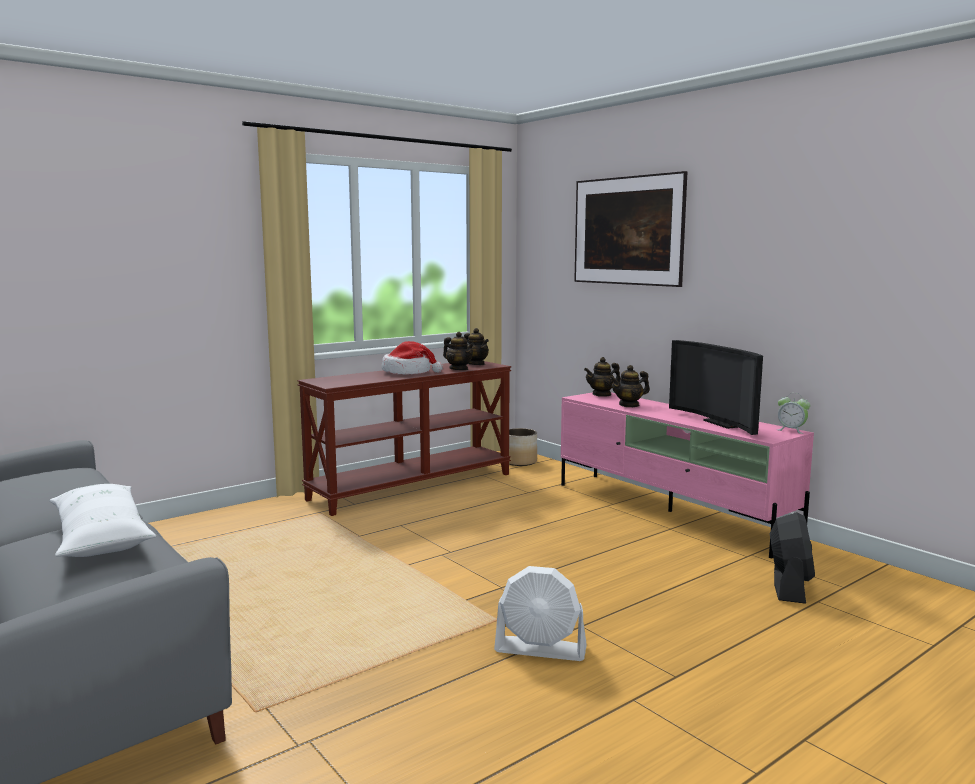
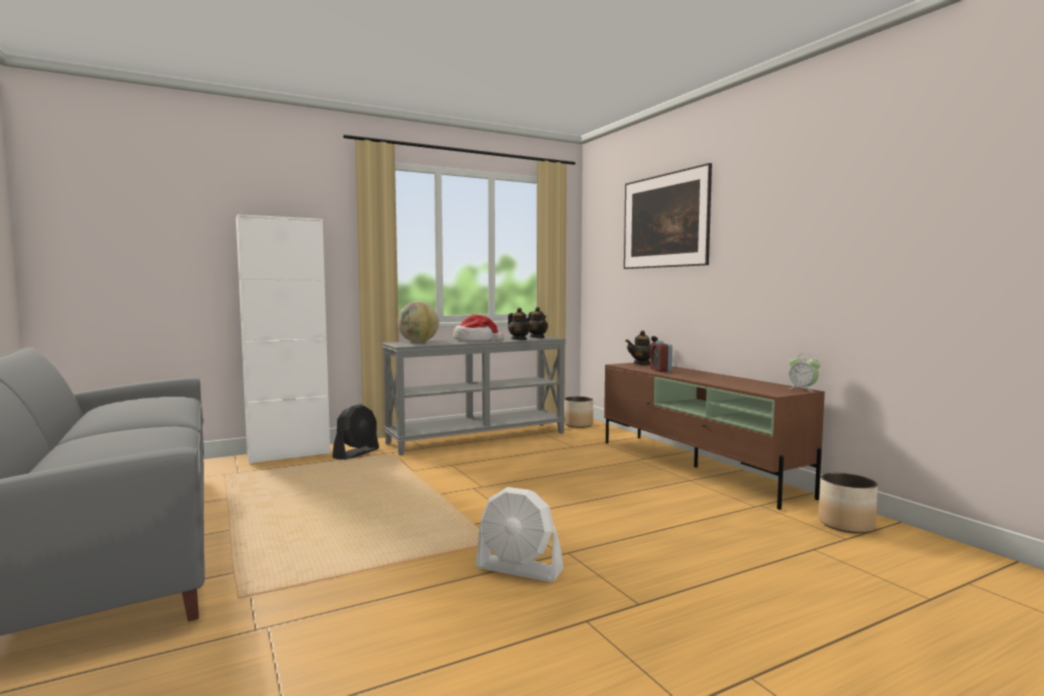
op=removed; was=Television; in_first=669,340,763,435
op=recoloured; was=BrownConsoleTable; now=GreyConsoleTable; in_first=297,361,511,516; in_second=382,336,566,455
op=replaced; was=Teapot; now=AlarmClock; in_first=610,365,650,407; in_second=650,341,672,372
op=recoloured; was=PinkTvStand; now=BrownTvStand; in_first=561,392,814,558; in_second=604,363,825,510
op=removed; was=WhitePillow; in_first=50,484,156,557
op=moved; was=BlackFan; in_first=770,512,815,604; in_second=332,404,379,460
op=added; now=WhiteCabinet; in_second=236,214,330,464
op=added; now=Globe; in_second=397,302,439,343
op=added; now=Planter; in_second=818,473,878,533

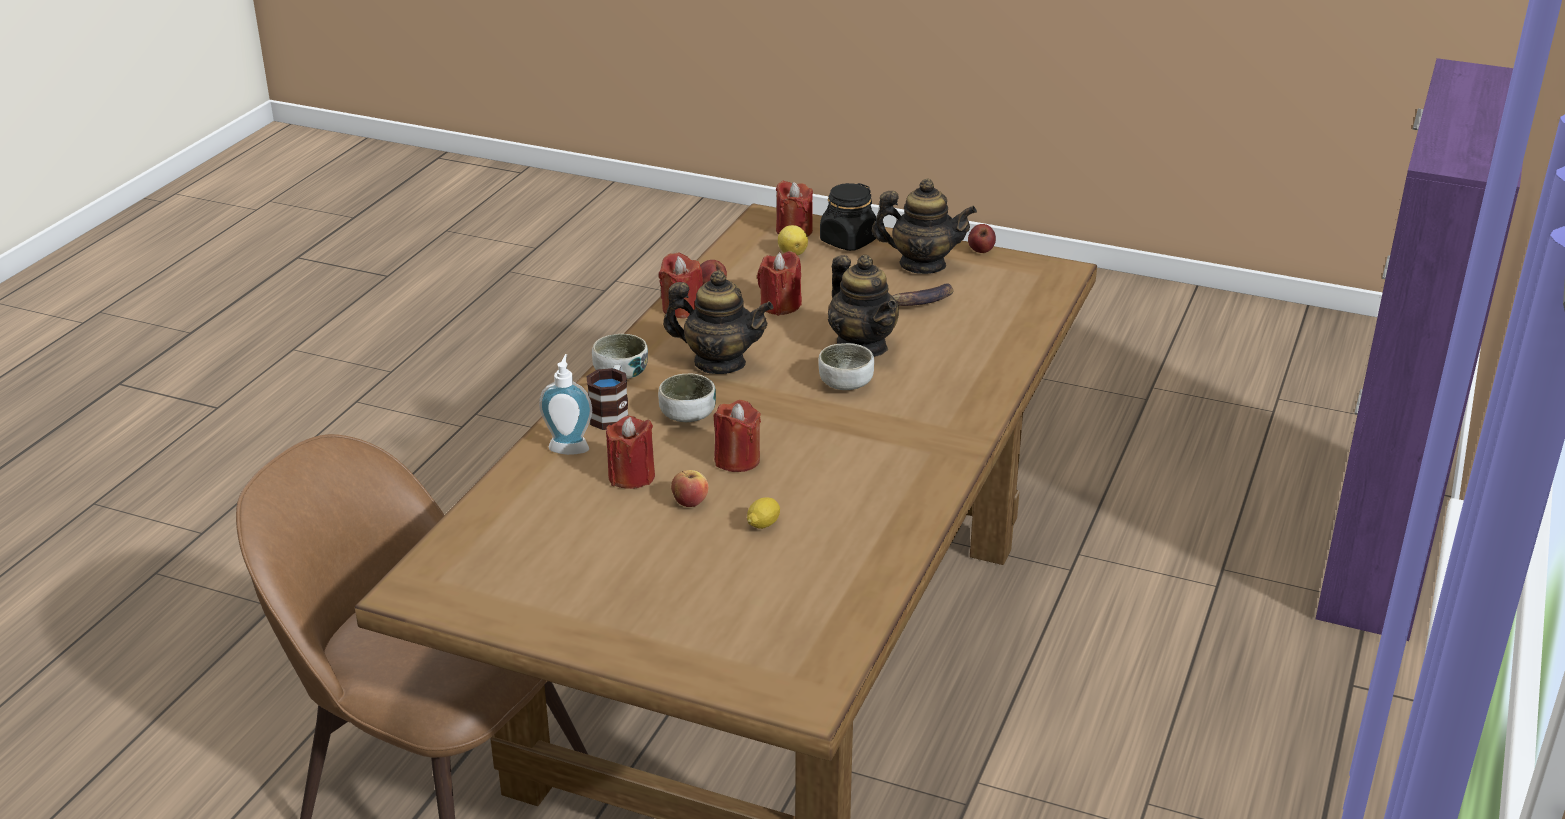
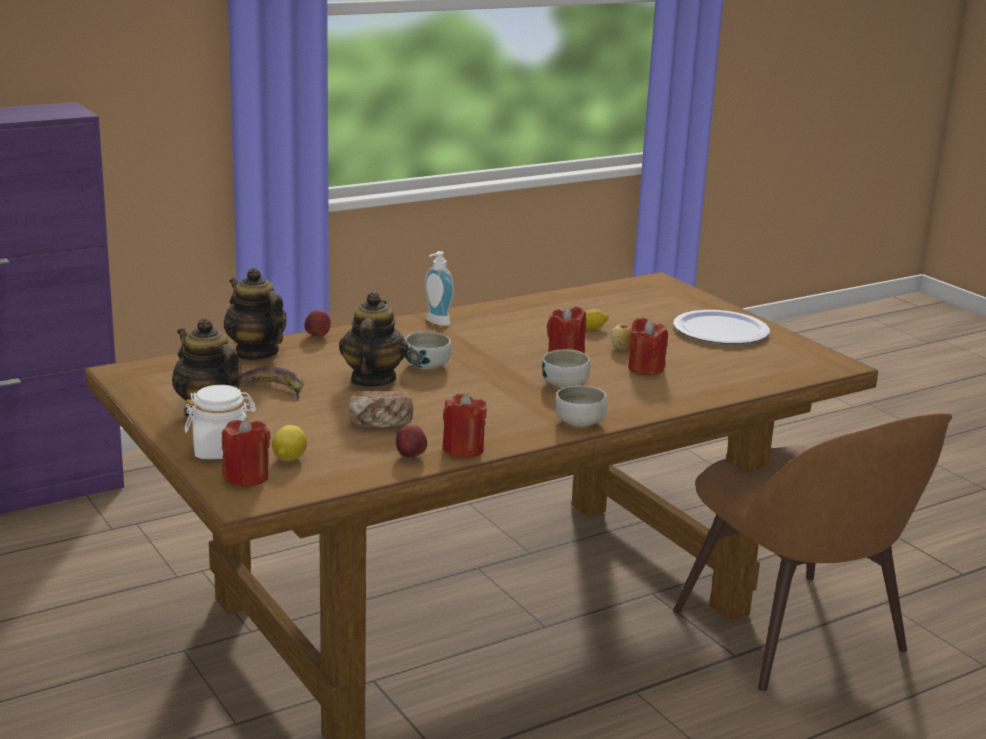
op=recoloured; was=BlackJar; now=WhiteJar; in_first=820,183,877,251; in_second=185,385,256,459
op=moved; was=Apple; in_first=968,224,996,253; in_second=304,310,331,337
op=replaced; was=RedCandle; now=Bread; in_first=757,251,802,316; in_second=349,391,413,427
op=moved; was=Teapot; in_first=663,270,774,374; in_second=224,267,287,360
op=moved; was=SoapDispenser; in_first=539,354,592,455; in_second=425,251,454,326
op=removed; was=Mug; in_first=586,364,628,430
op=added; now=Plate; in_second=673,310,770,344

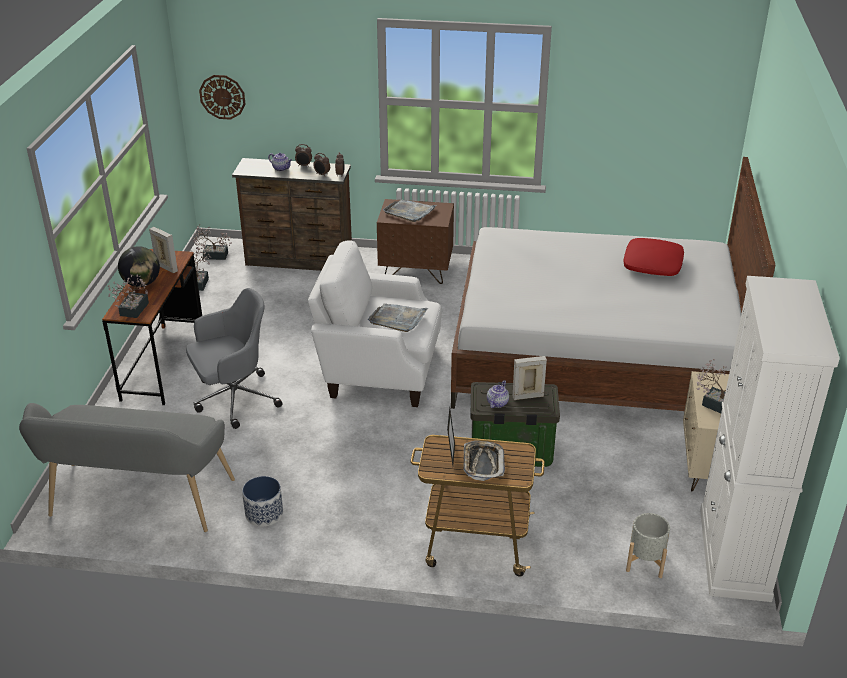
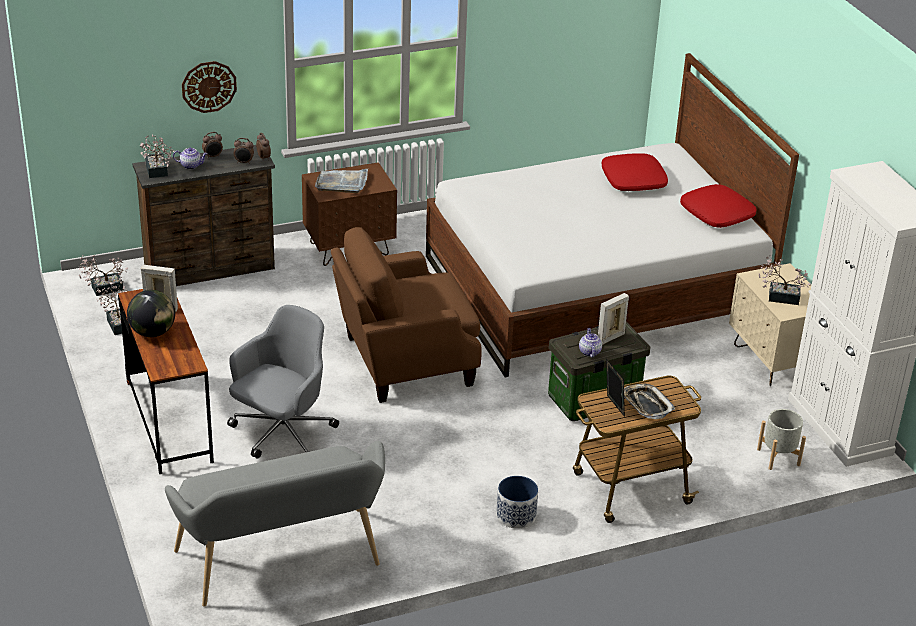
op=moved; was=WallClock; in_first=199,75,245,120; in_second=182,61,237,113
op=recoloured; was=WhiteArmchair; now=BrownArmchair; in_first=308,240,442,407; in_second=331,227,482,403
op=moved; was=PottedPlant; in_first=108,274,149,318; in_second=140,135,175,178
op=removed; was=GreyTray; in_first=368,303,428,332
op=moved; was=Planter; in_first=242,476,283,527; in_second=496,476,538,529
op=added; now=RedPillow; in_second=680,184,757,228

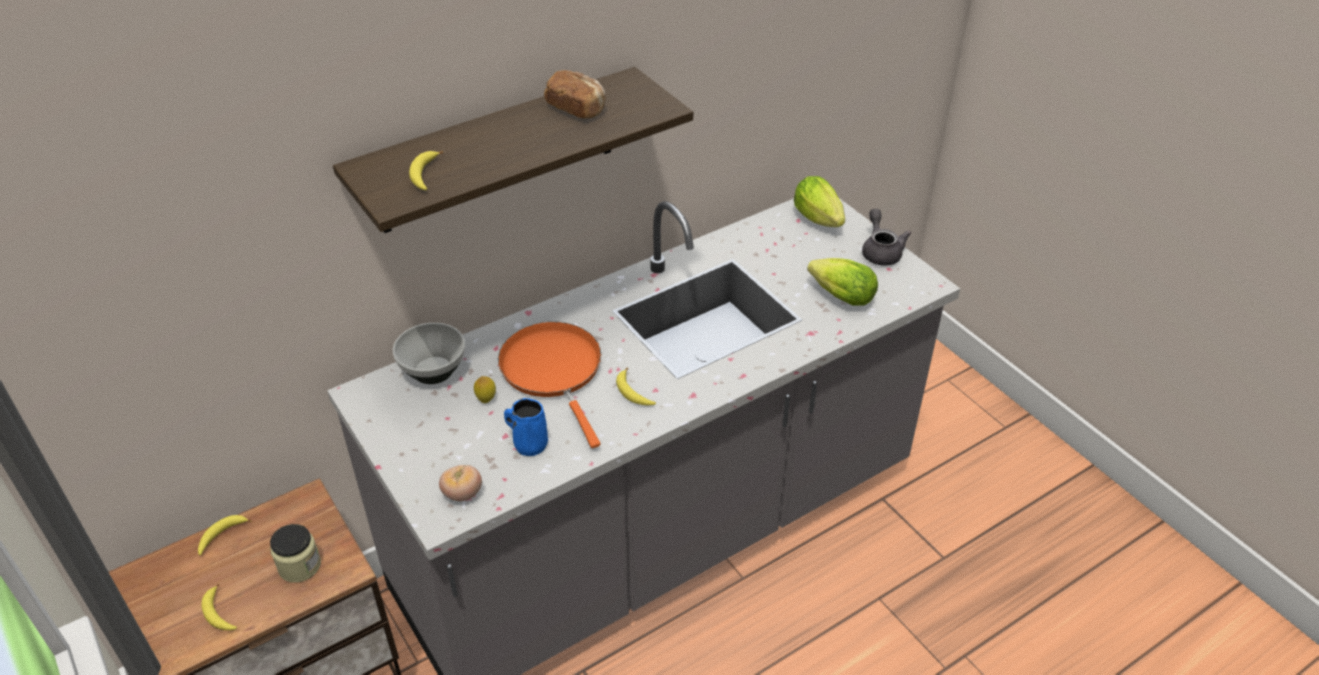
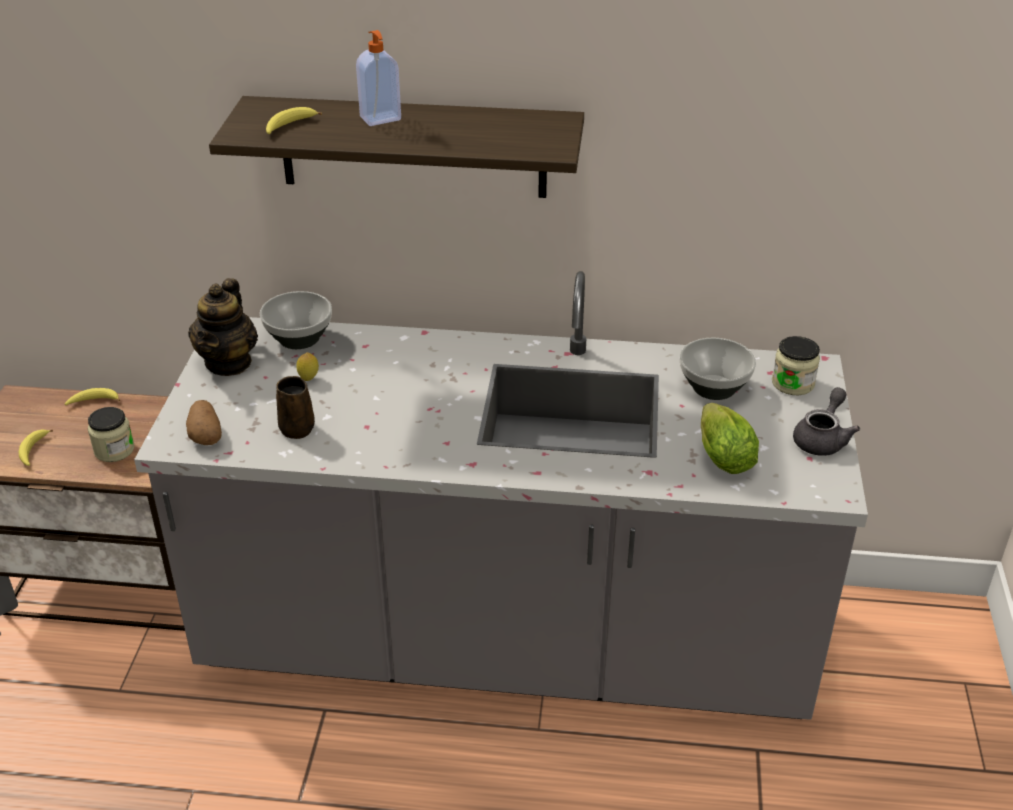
op=removed; was=Bread; in_first=544,70,606,119
op=replaced; was=Lettuce; now=Jar; in_first=794,176,845,227; in_second=772,336,820,395
op=removed; was=OrangeFryingPan; in_first=498,322,601,448
op=removed; was=Banana; in_first=616,368,656,406
op=recoloured; was=BlueMug; now=BrownMug; in_first=504,398,548,456; in_second=276,376,315,439
op=replaced; was=Tomato; now=Potato; in_first=439,465,482,501; in_second=186,400,222,445
op=added; now=SoapDispenser; in_second=356,30,401,126
op=added; now=Teapot; in_second=188,278,258,376
op=added; now=Bowl; in_second=680,338,756,400

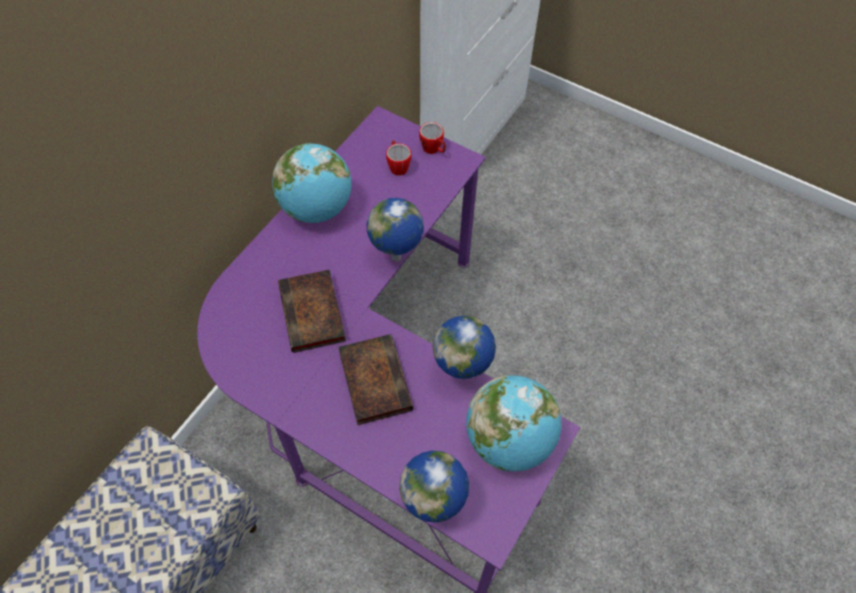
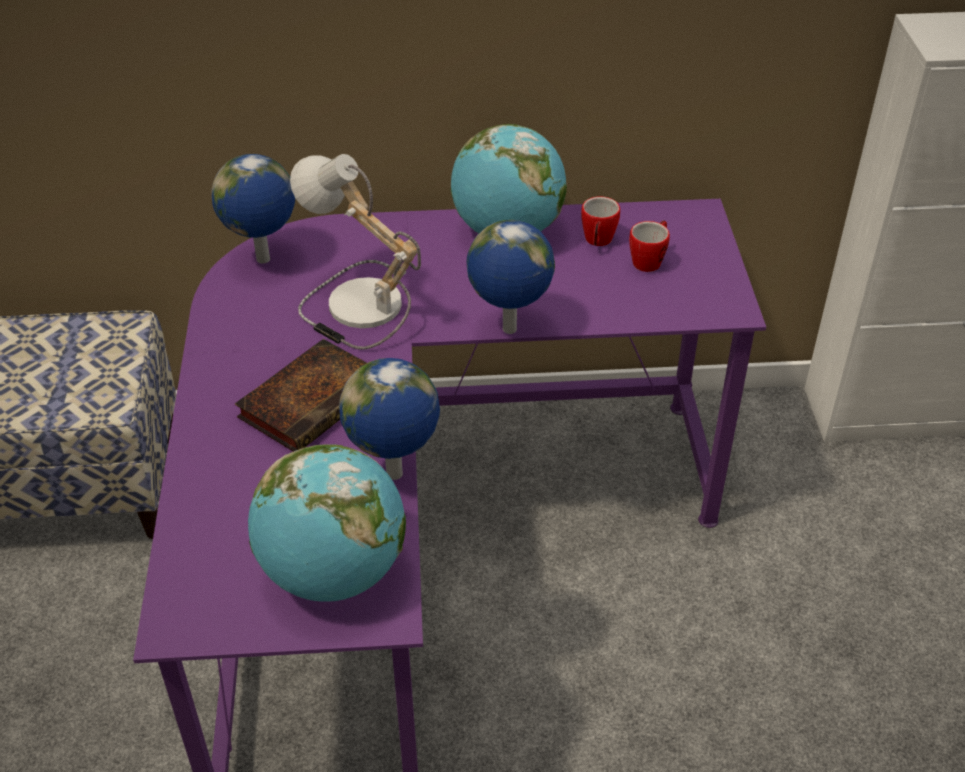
op=moved; was=Mug; in_first=419,122,446,154; in_second=581,196,620,246
op=replaced; was=Book; now=TableLamp; in_first=278,270,346,353; in_second=290,154,421,350
op=moved; was=Globe; in_first=399,451,469,523; in_second=211,154,295,264

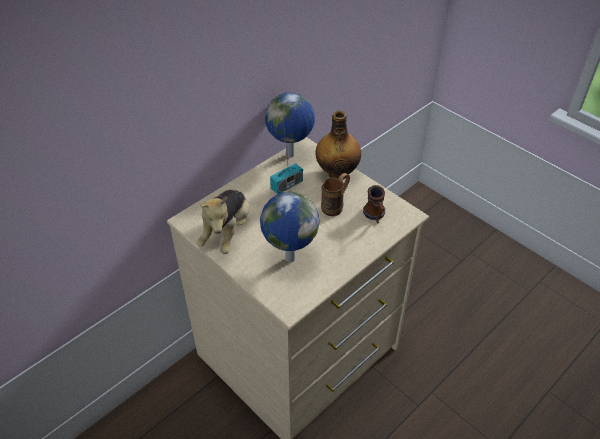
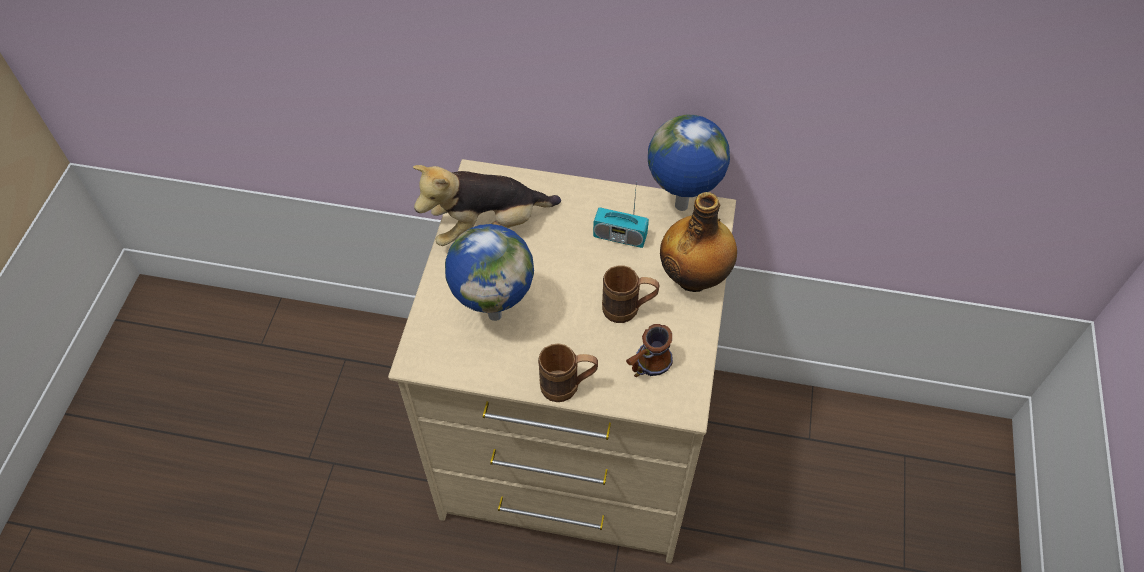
op=added; now=BrownMug; in_second=538,343,598,402

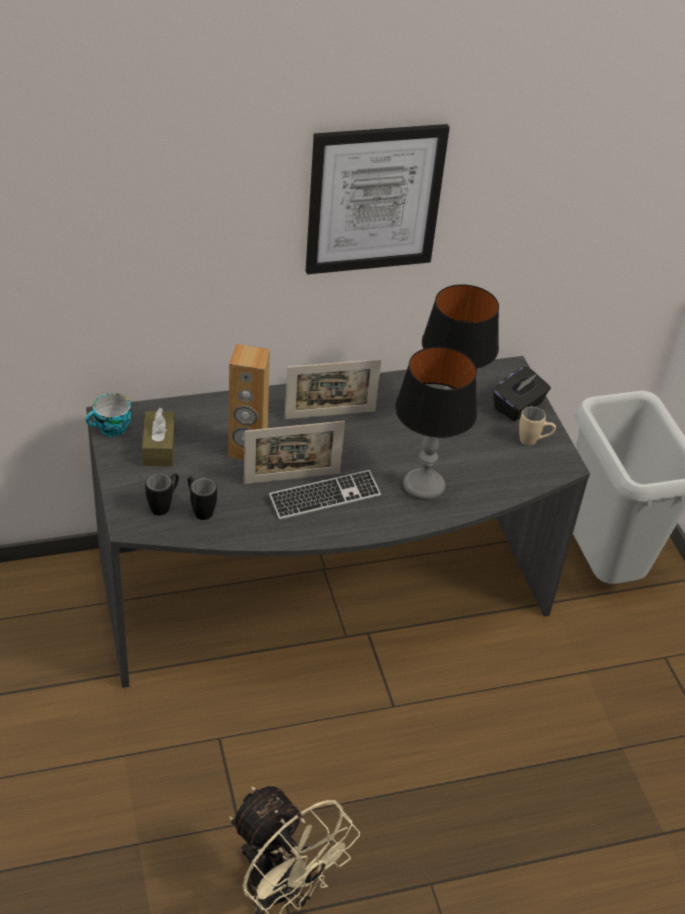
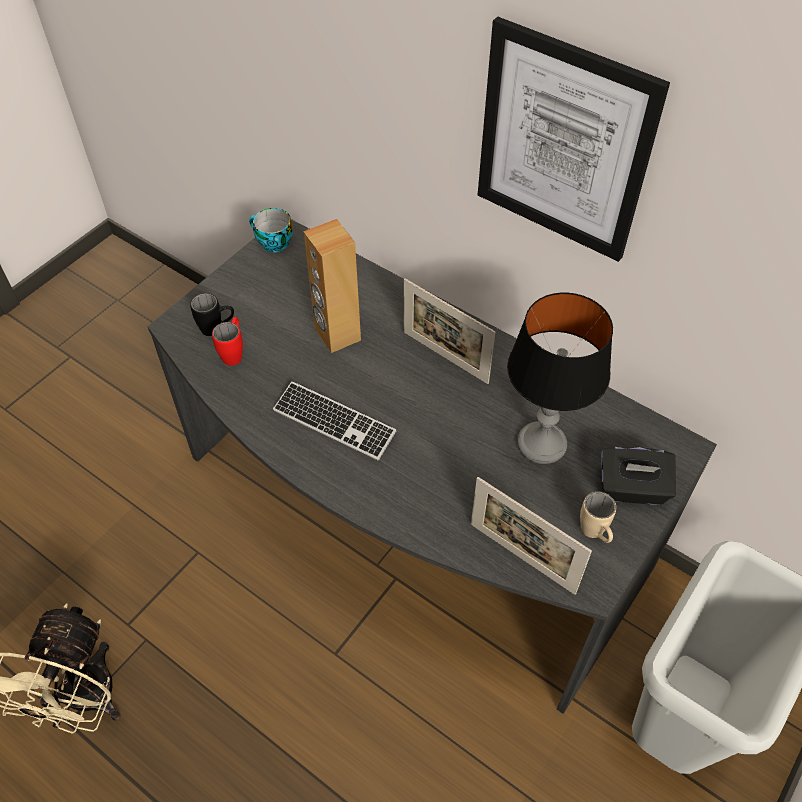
op=removed; was=TableLamp; in_first=395,347,477,500
op=removed; was=BrownTissueBox; in_first=142,408,175,466
op=moved; was=PictureFrame; in_first=244,421,345,484; in_second=471,477,592,595
op=recoloured; was=BlackMug; now=RedMug; in_first=188,477,217,520; in_second=212,317,243,366

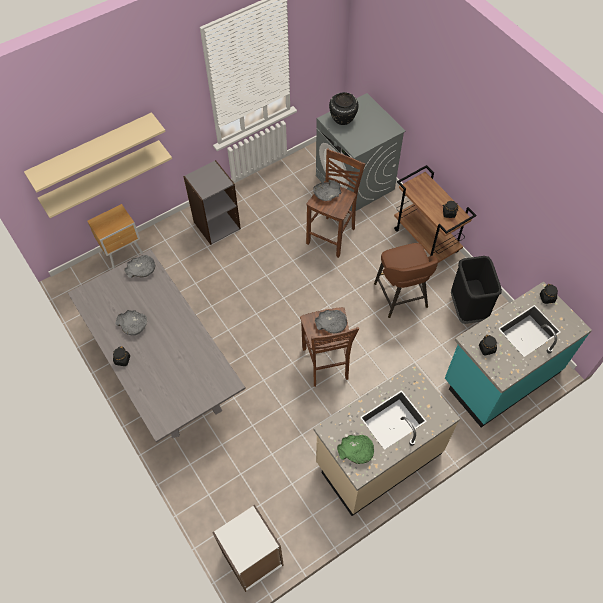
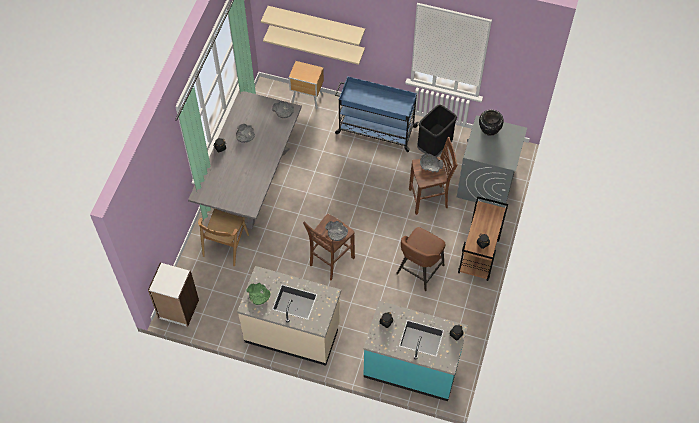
op=replaced; was=GreyBookcase; now=BlueCart; in_first=183,160,241,245; in_second=335,76,419,152
op=moved; was=BlackTrashCan; in_first=451,256,502,324; in_second=417,105,457,157
op=added; now=BrownChair; in_second=198,209,249,267

